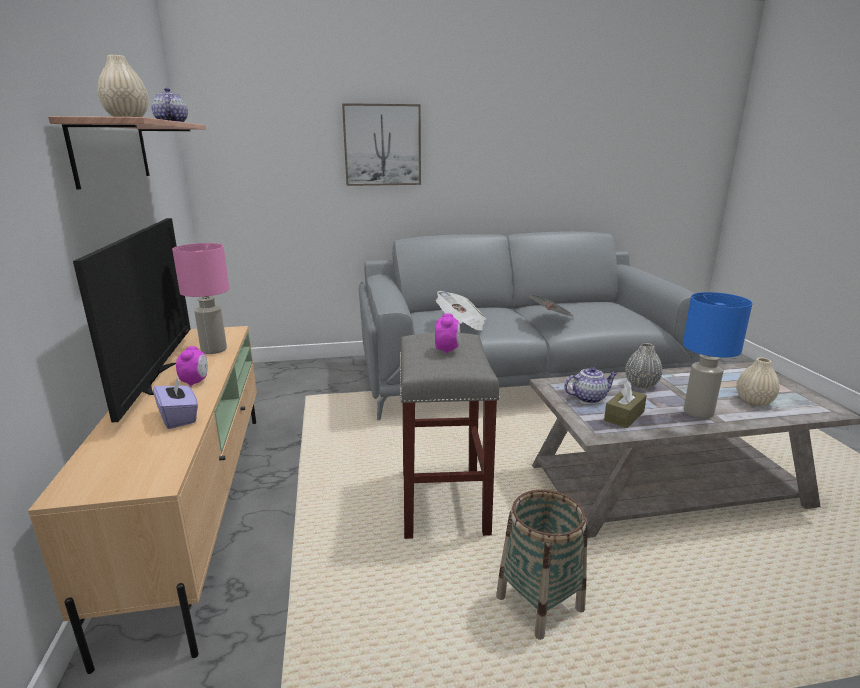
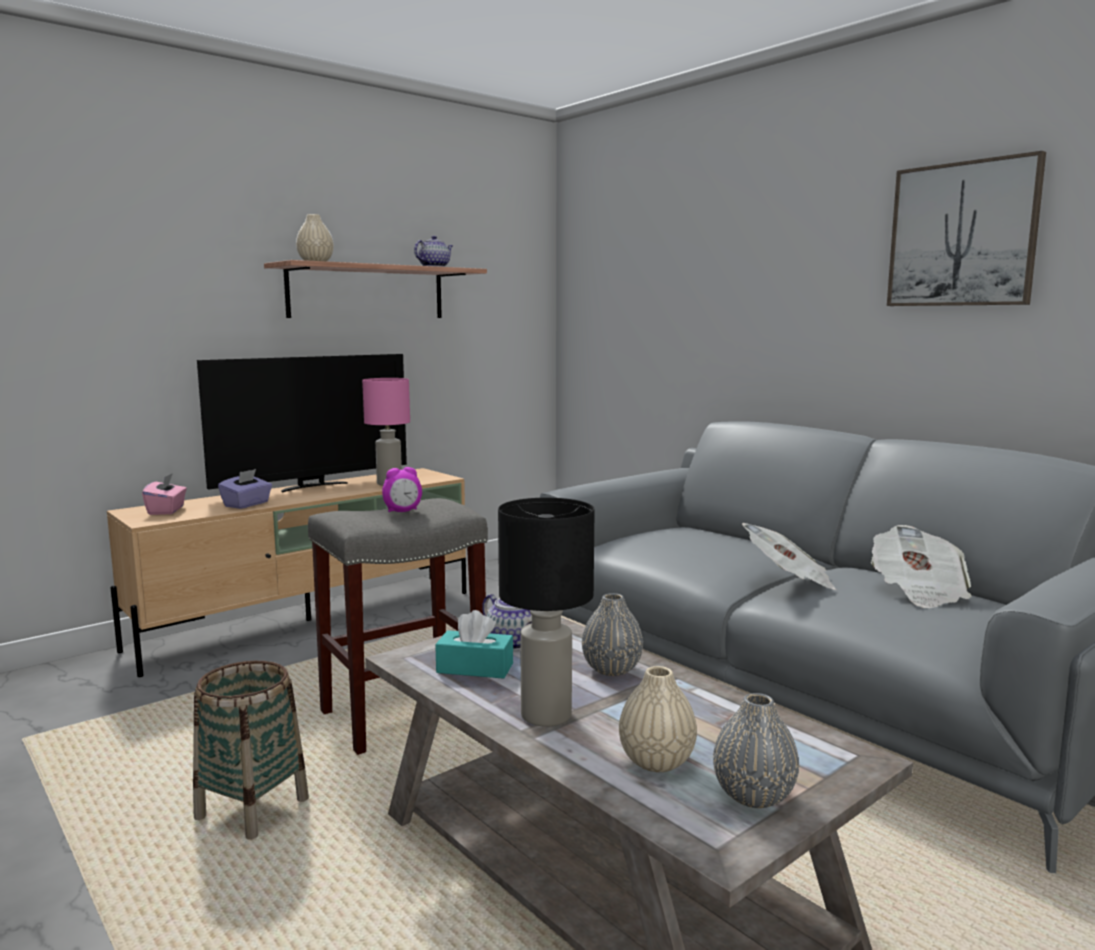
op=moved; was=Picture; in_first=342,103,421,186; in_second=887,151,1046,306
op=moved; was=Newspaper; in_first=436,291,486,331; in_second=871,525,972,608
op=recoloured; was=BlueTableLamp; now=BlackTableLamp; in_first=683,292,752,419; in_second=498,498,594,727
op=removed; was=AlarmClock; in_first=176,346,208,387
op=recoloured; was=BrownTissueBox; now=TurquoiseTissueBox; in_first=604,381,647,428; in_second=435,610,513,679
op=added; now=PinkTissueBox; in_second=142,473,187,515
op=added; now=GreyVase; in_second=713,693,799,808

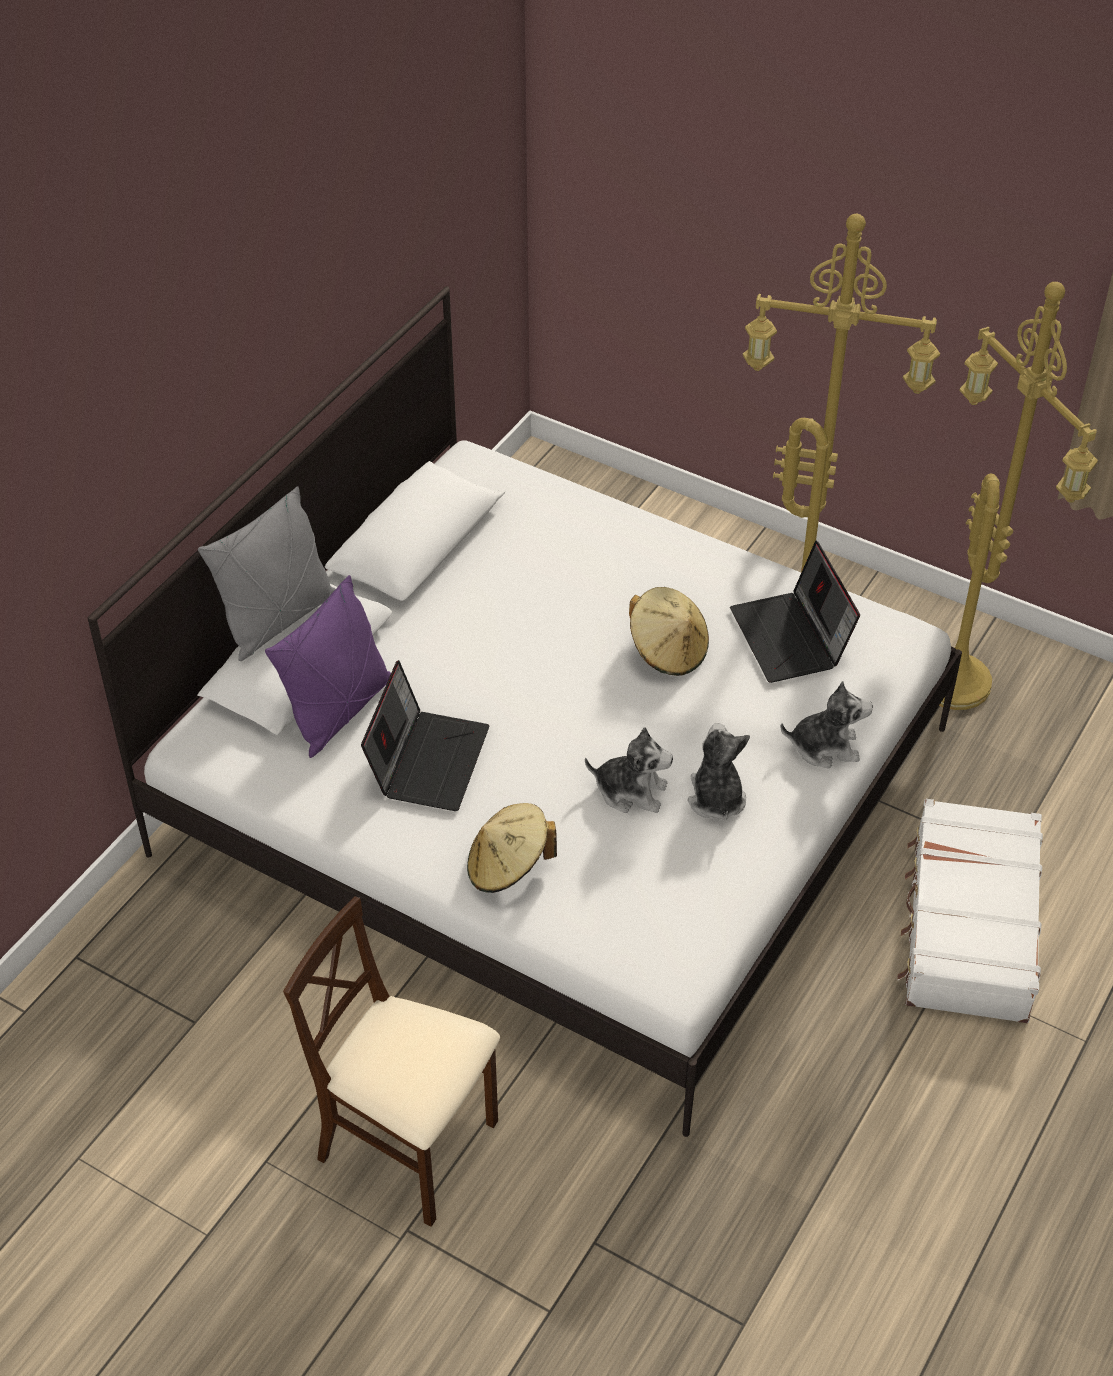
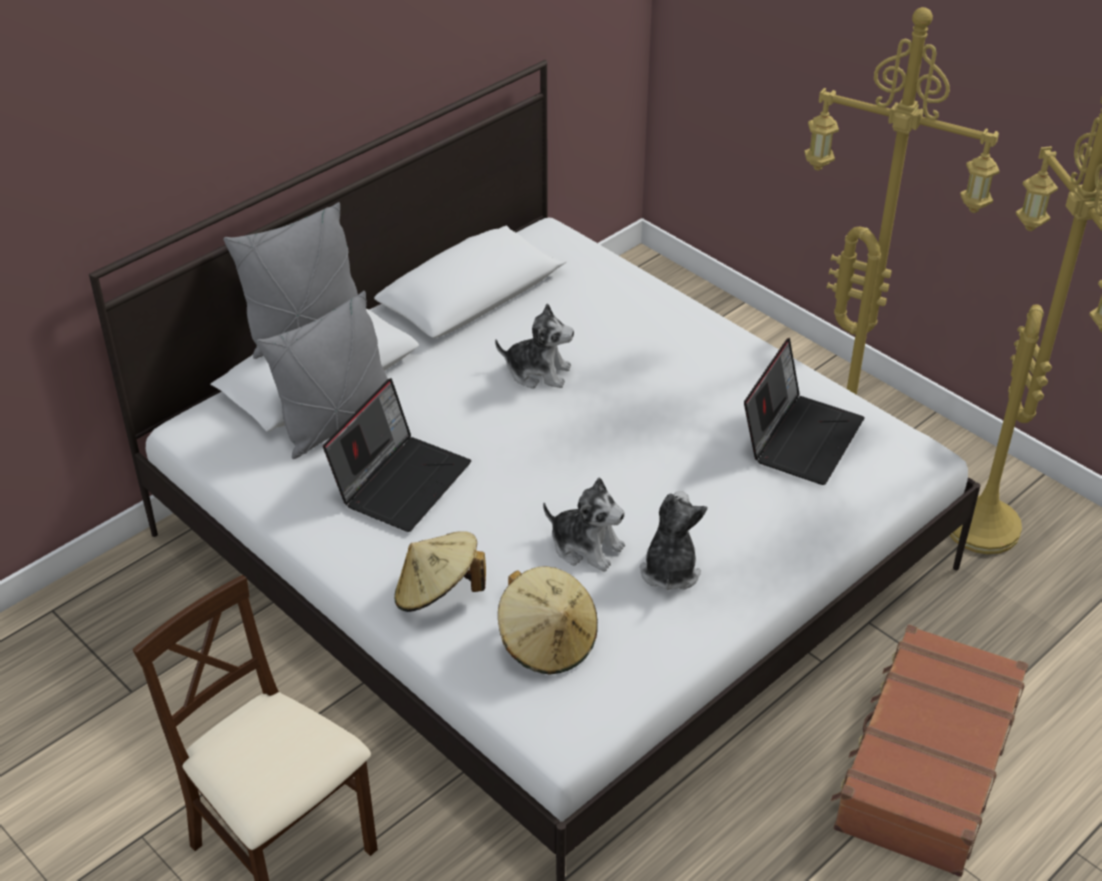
op=turned; was=Laptop; in_first=730,541,860,683; in_second=744,338,865,485; clockwise=-150
op=recoloured; was=PurplePillow; now=GreyPillow; in_first=265,575,391,758; in_second=256,291,388,459
op=moved; was=BeigeHat; in_first=629,587,709,676; in_second=498,566,598,675
op=moved; was=PlushToy; in_first=780,681,873,768; in_second=495,303,574,389
op=recoloured; was=WhiteSuitcase; now=BrownSuitcase; in_first=898,799,1043,1023; in_second=831,625,1028,877

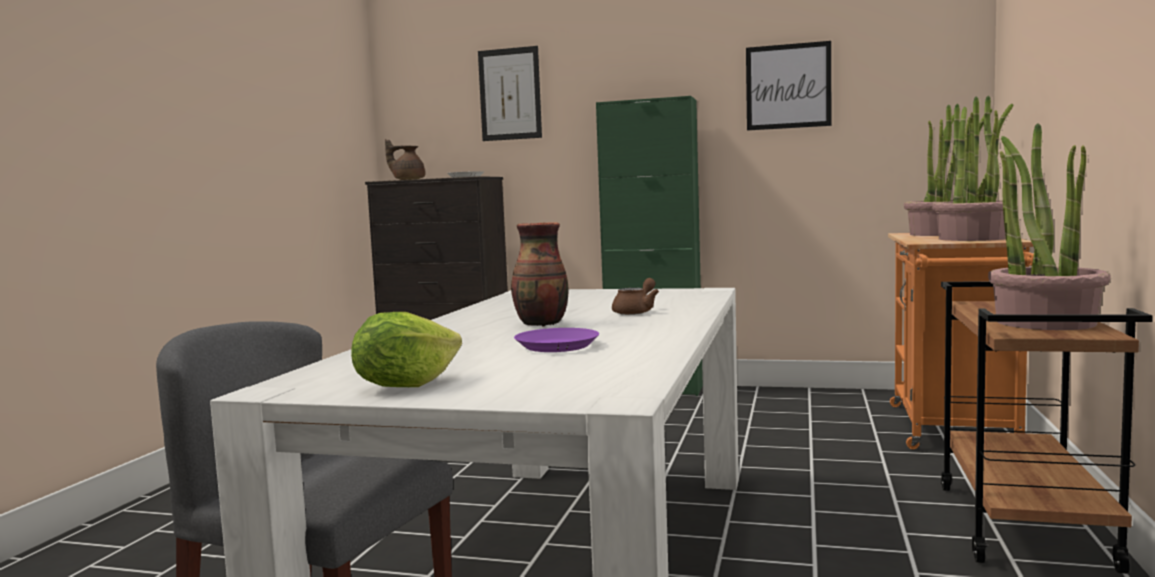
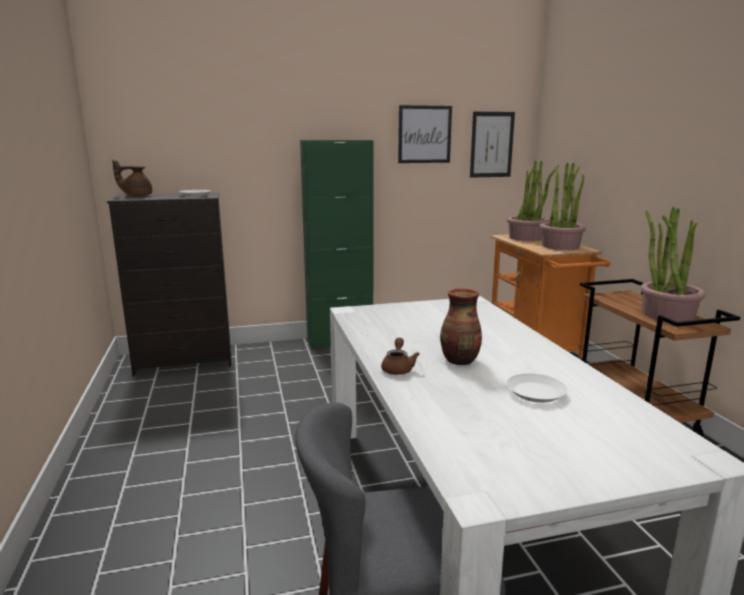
op=moved; was=Picture; in_first=478,46,542,141; in_second=470,112,515,178
op=moved; was=BrownTeapot; in_first=612,278,659,315; in_second=381,338,420,375
op=removed; was=Lettuce; in_first=351,312,462,387
op=recoloured; was=PurplePlate; now=WhitePlate; in_first=514,328,599,352; in_second=506,373,568,403

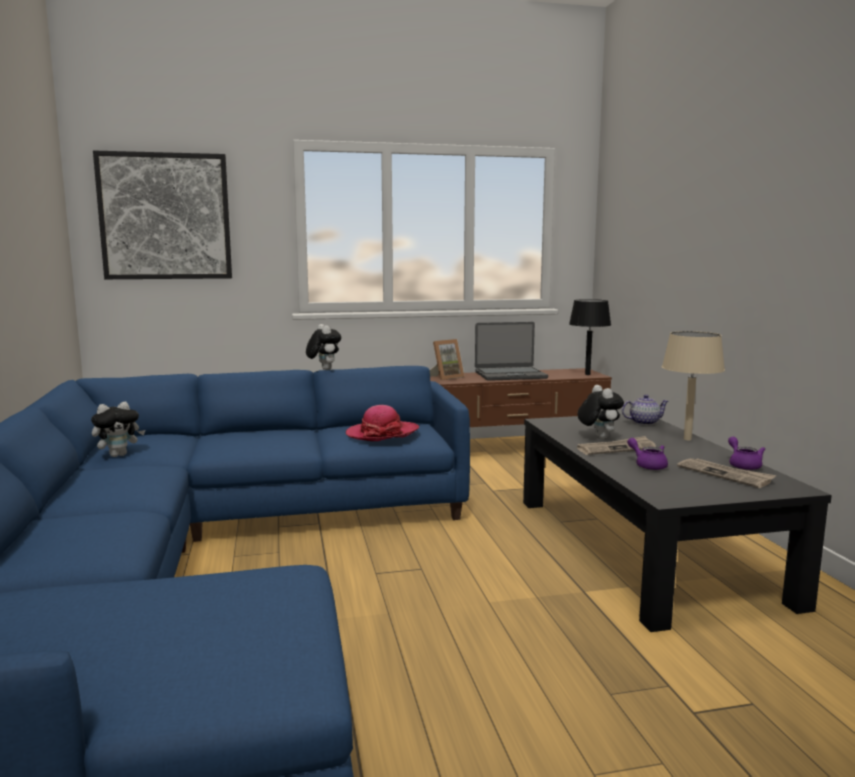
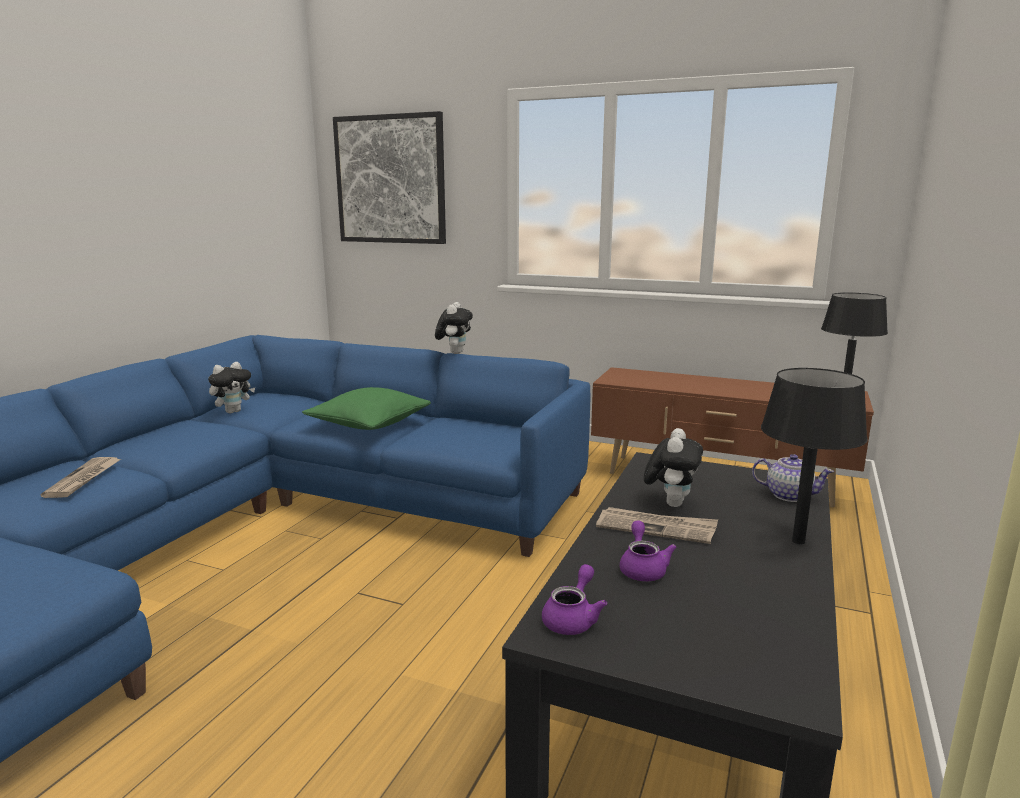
op=removed; was=Laptop; in_first=475,322,548,381
op=recoloured; was=BeigeTableLamp; now=BlackTableLamp; in_first=662,331,725,440; in_second=761,368,868,544
op=removed; was=PictureFrame; in_first=430,339,465,380
op=turned; was=PlushToy; in_first=91,402,145,457; in_second=208,362,255,414; clockwise=-45
op=removed; was=Hat; in_first=346,405,419,441
op=moved; was=PurpleTeapot; in_first=728,437,765,470; in_second=542,564,607,635
op=moved; was=Newspaper; in_first=677,458,776,488; in_second=41,457,121,498
op=added; now=GreenPillow; in_second=302,387,431,430

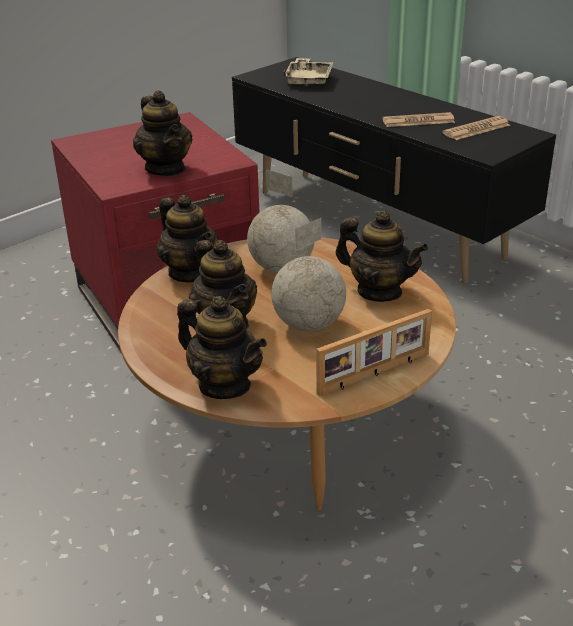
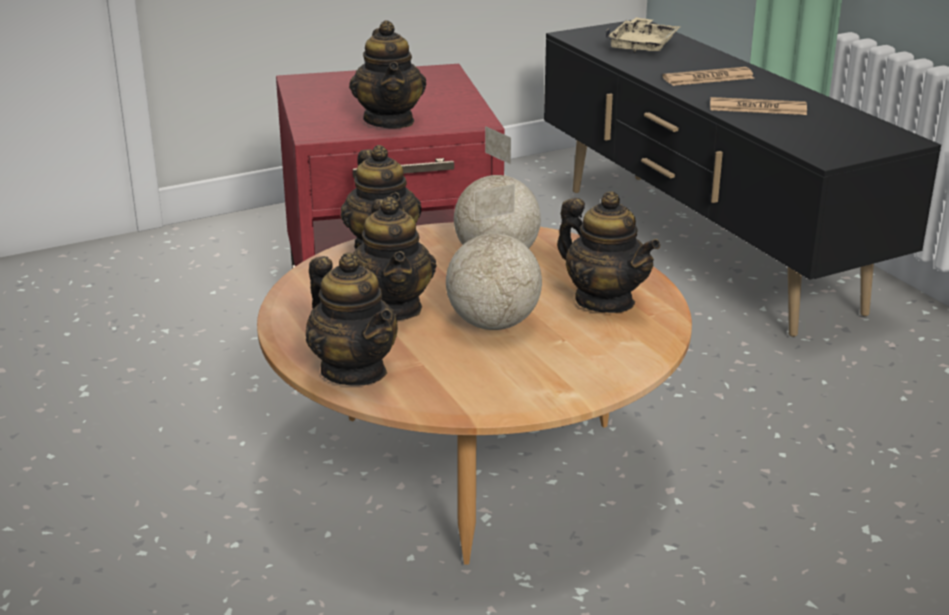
op=moved; was=Newspaper; in_first=442,116,510,140; in_second=662,67,754,86
op=removed; was=PictureFrame; in_first=316,309,432,396

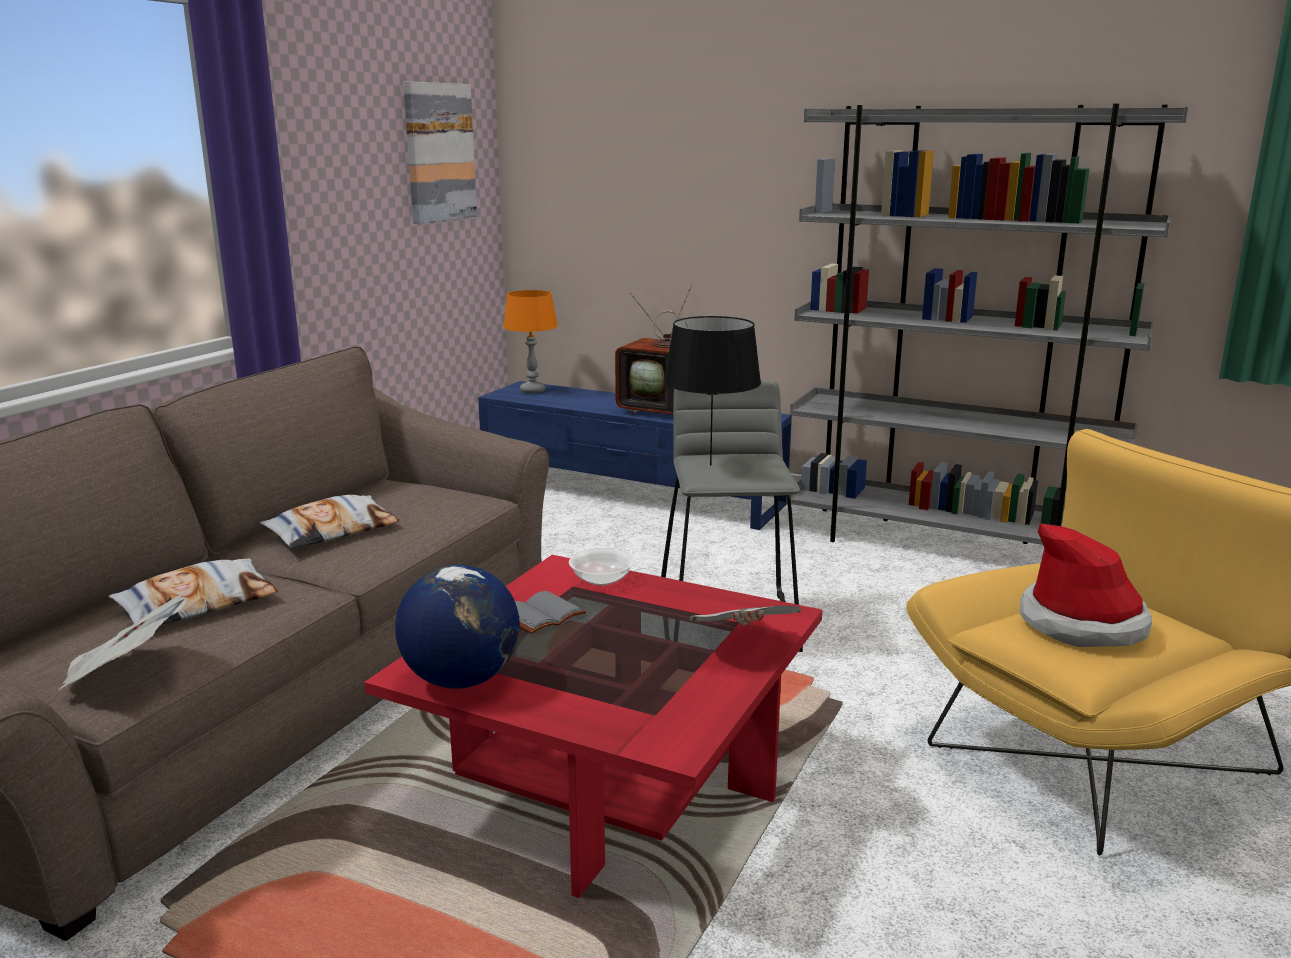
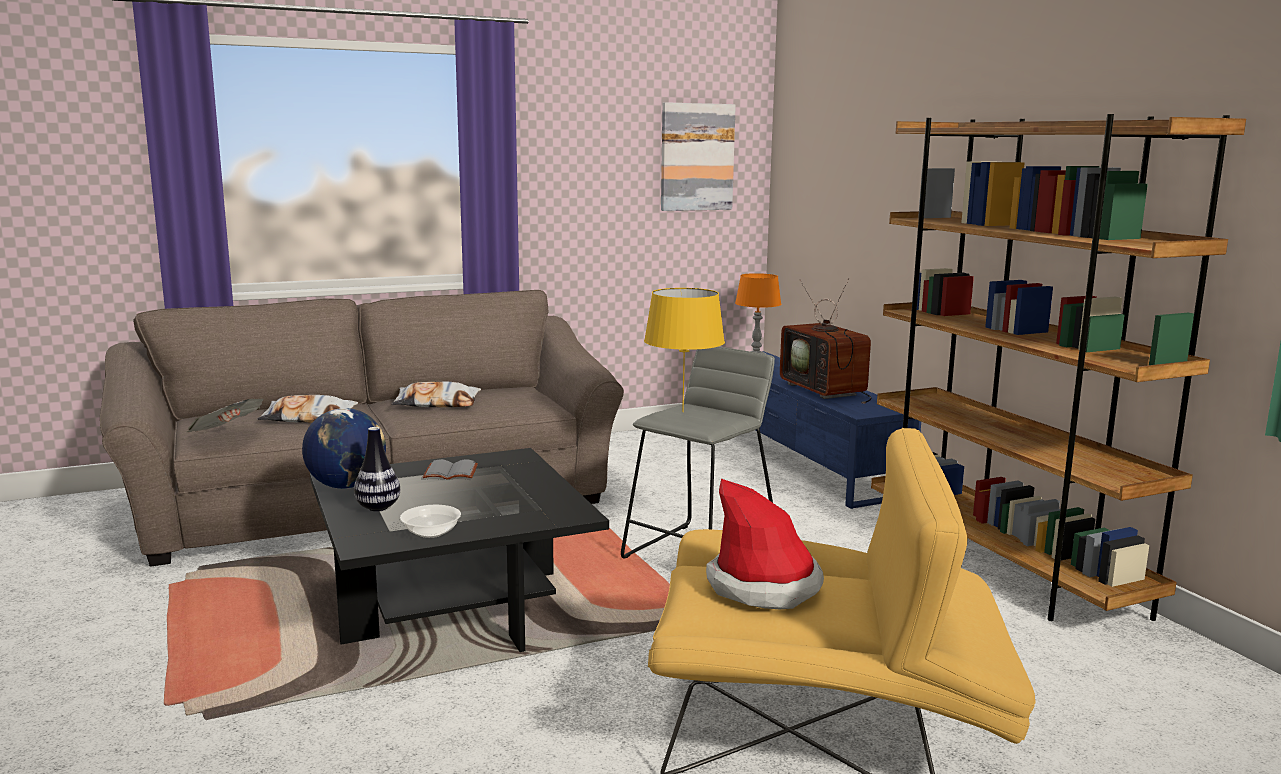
op=recoloured; was=GreyBookcase; now=BrownBookcase; in_first=786,103,1188,545; in_second=871,114,1246,621
op=recoloured; was=BlackTableLamp; now=YellowTableLamp; in_first=664,316,761,466; in_second=644,288,725,412
op=moved; was=Bowl; in_first=569,548,634,586; in_second=400,505,461,538
op=recoloured; was=RedCoffeeTable; now=BlackCoffeeTable; in_first=364,555,822,898; in_second=310,448,609,652
op=removed; was=Newspaper; in_first=690,606,802,626
op=added; now=Vase; in_second=354,427,400,511

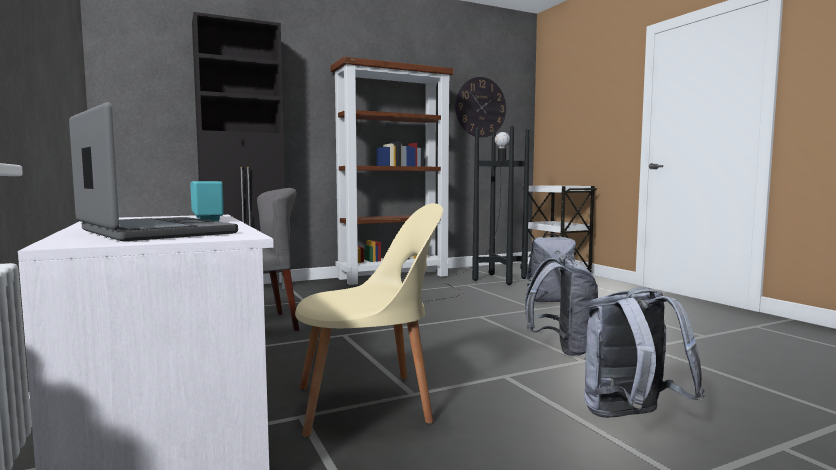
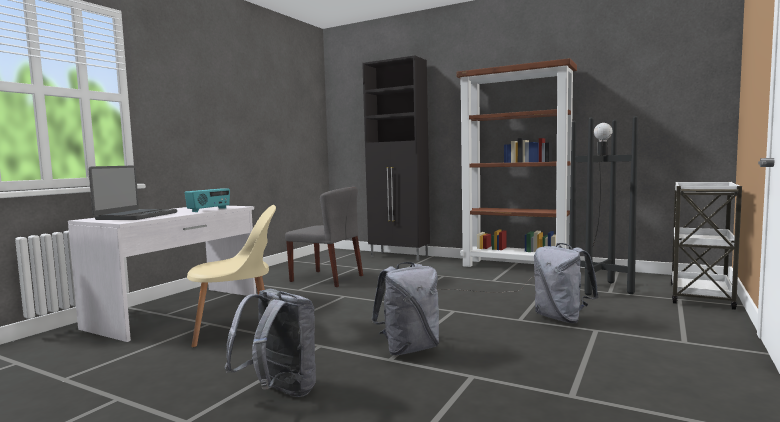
op=removed; was=WallClock; in_first=455,77,506,137
op=turned; was=BeigeChair; in_first=295,203,443,437; in_second=187,205,276,348; clockwise=-60

